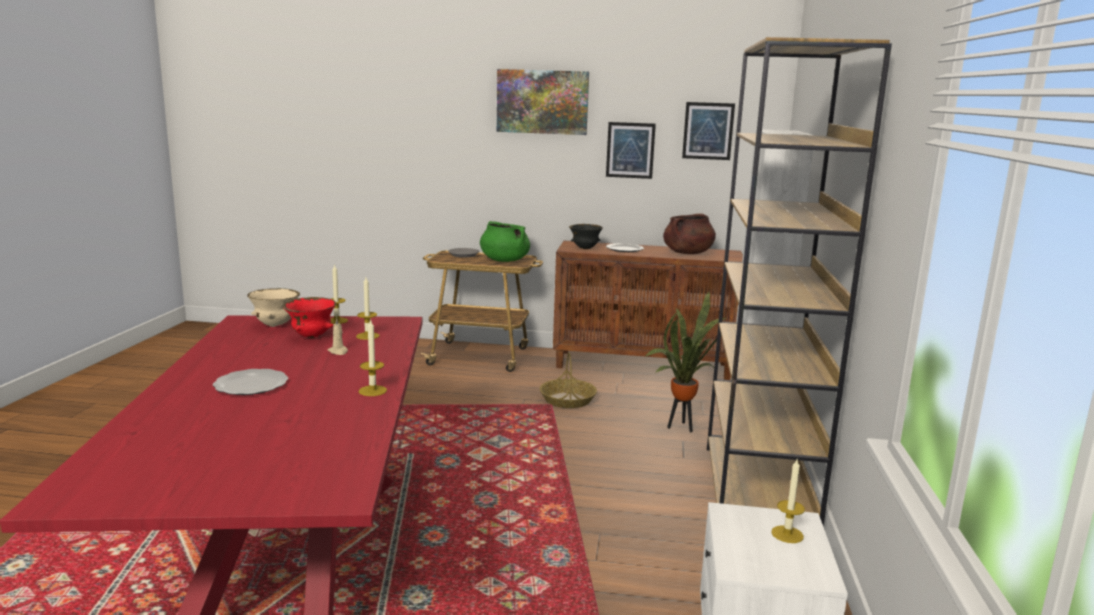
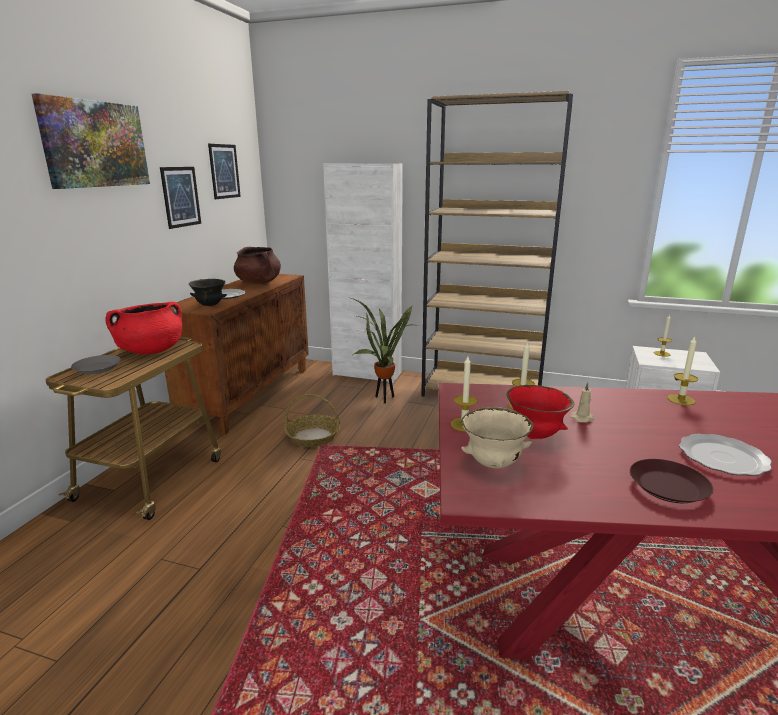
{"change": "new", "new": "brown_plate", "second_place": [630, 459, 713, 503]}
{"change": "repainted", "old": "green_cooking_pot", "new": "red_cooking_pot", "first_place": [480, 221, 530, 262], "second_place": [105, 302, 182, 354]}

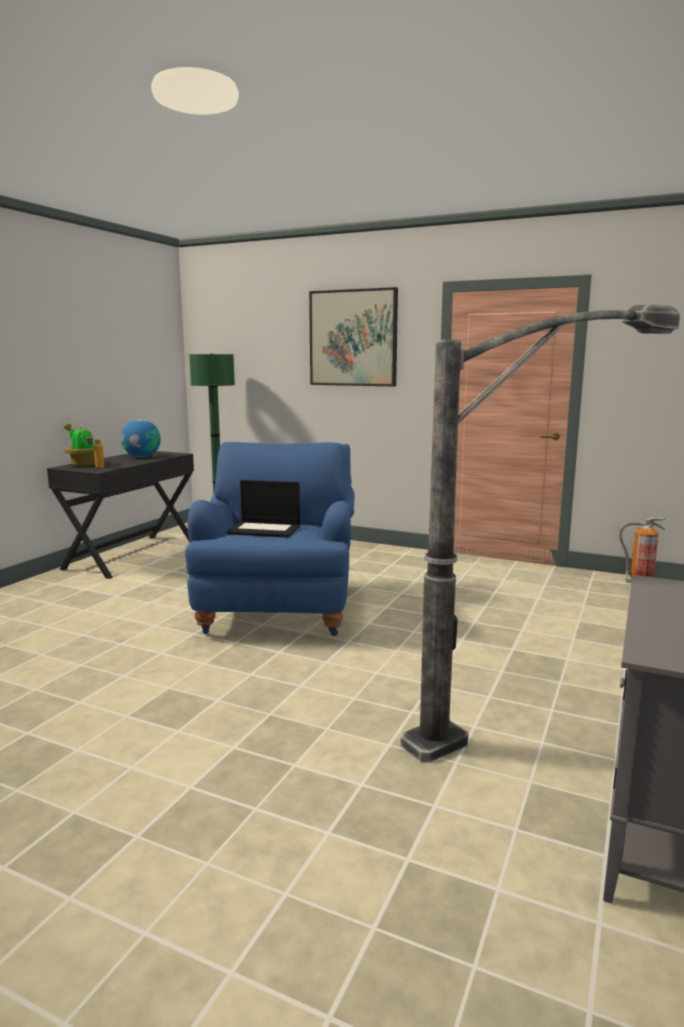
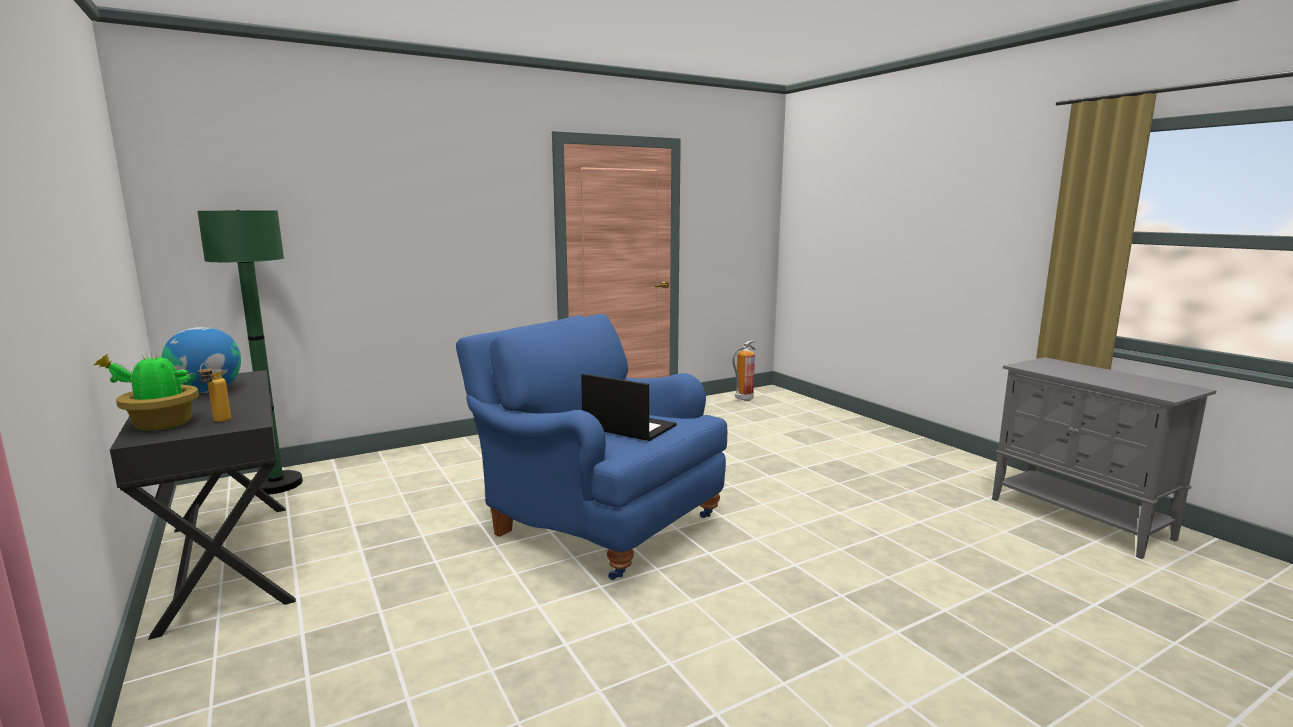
{"change": "gone", "old": "picture", "first_place": [309, 287, 398, 386]}
{"change": "gone", "old": "floor_lamp", "first_place": [400, 304, 680, 762]}
{"change": "rotated", "old": "laptop", "first_place": [226, 480, 300, 538], "second_place": [581, 374, 676, 441], "degrees": -105}

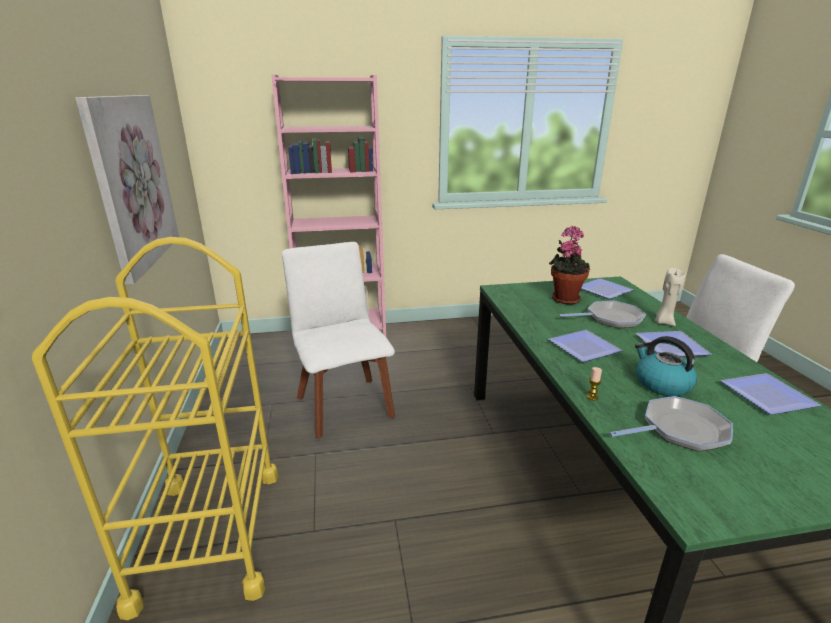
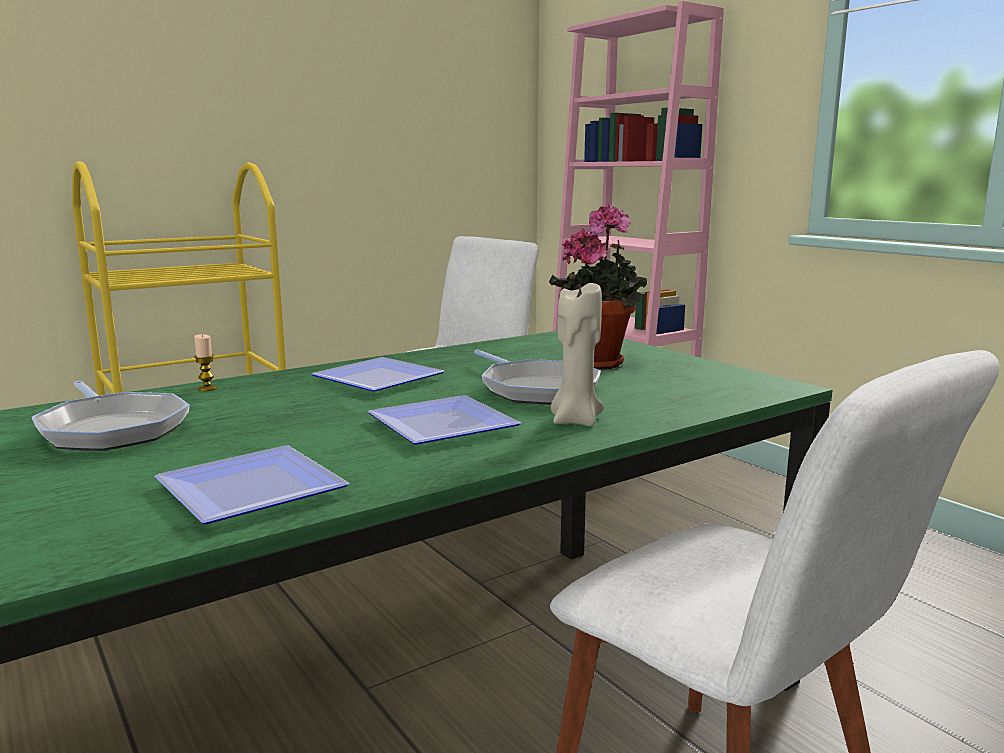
{"change": "gone", "old": "picture", "first_place": [76, 95, 179, 285]}
{"change": "gone", "old": "plate", "first_place": [581, 278, 633, 299]}
{"change": "gone", "old": "kettle", "first_place": [635, 336, 697, 396]}

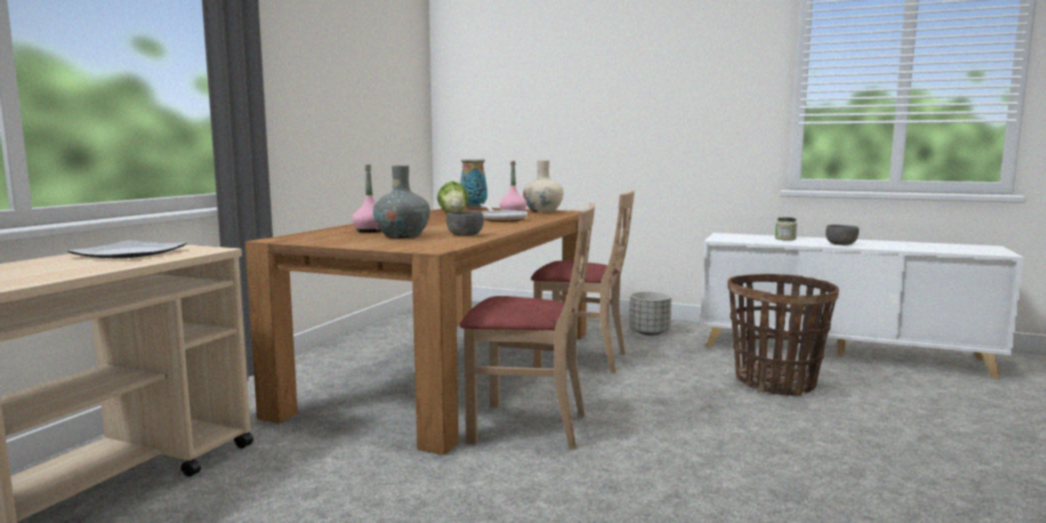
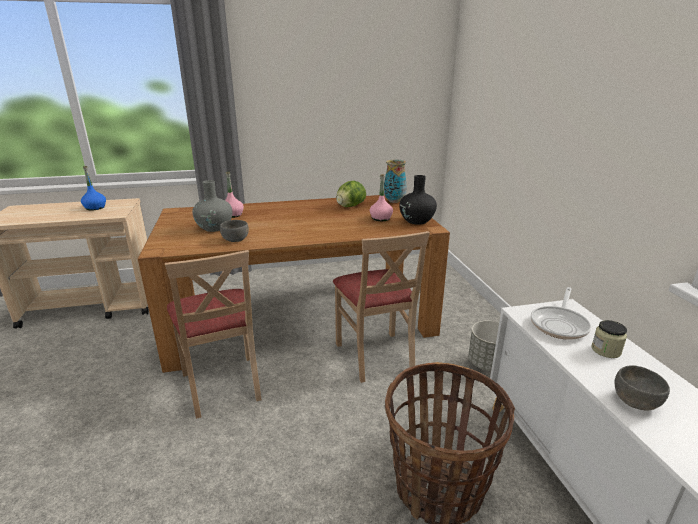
{"change": "shifted", "old": "frying_pan", "first_place": [480, 204, 528, 222], "second_place": [531, 287, 591, 340]}
{"change": "swapped", "old": "plate", "new": "blue_bottle", "first_place": [67, 240, 187, 258], "second_place": [81, 166, 106, 210]}
{"change": "repainted", "old": "beige_vase", "new": "black_vase", "first_place": [523, 160, 564, 212], "second_place": [399, 175, 437, 225]}

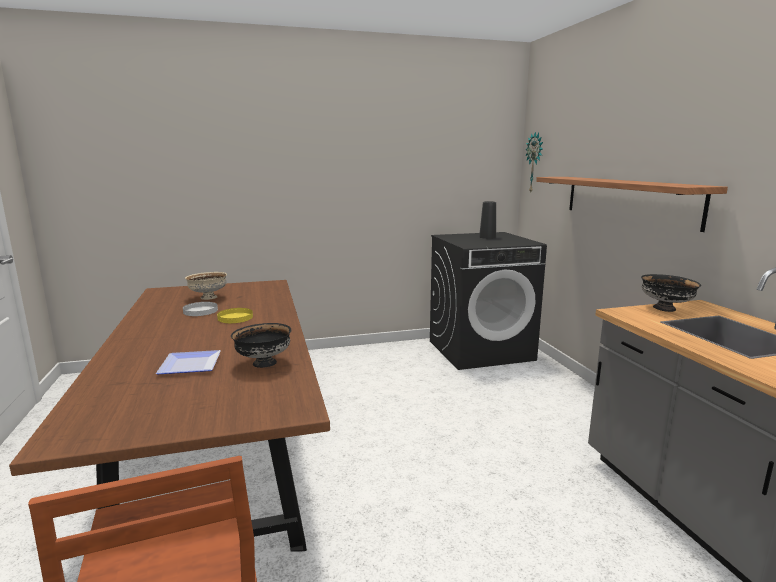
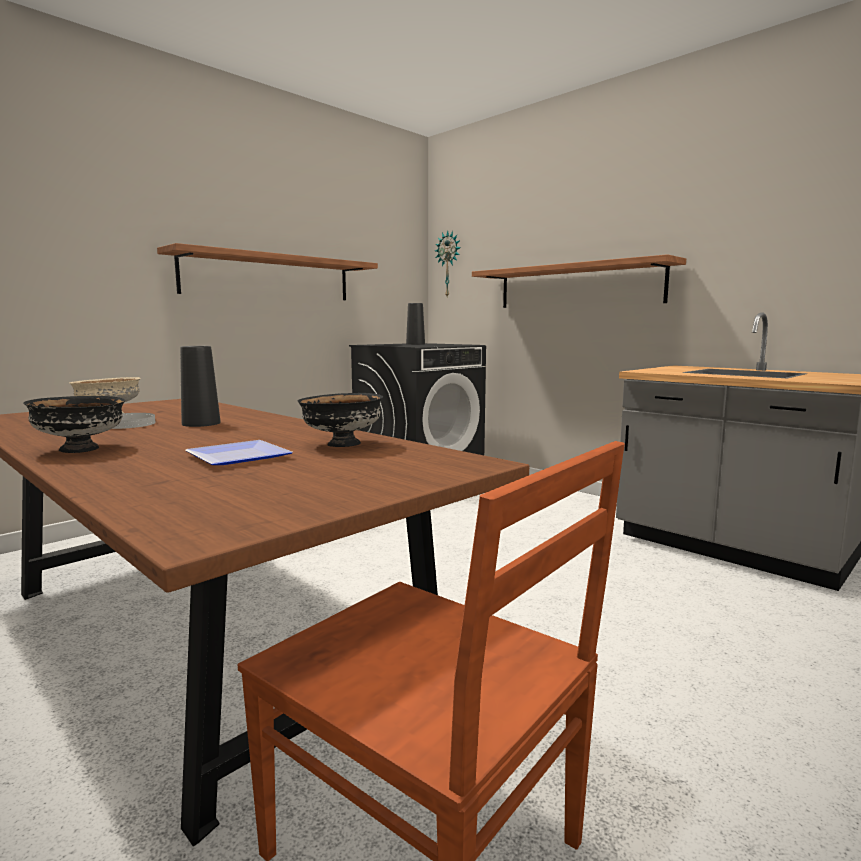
{"change": "new", "new": "shelf", "second_place": [157, 243, 378, 300]}
{"change": "shifted", "old": "black_bowl", "first_place": [641, 274, 701, 312], "second_place": [23, 396, 125, 453]}
{"change": "swapped", "old": "yellow_plate", "new": "black_vase", "first_place": [217, 308, 253, 323], "second_place": [180, 346, 221, 427]}

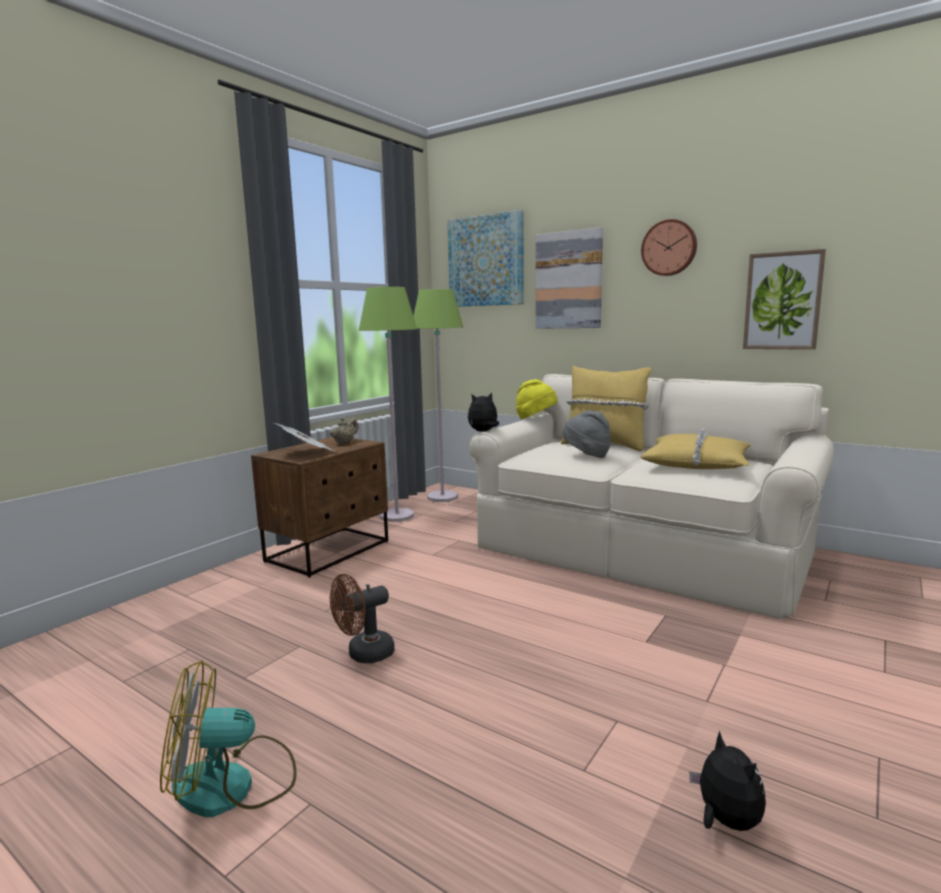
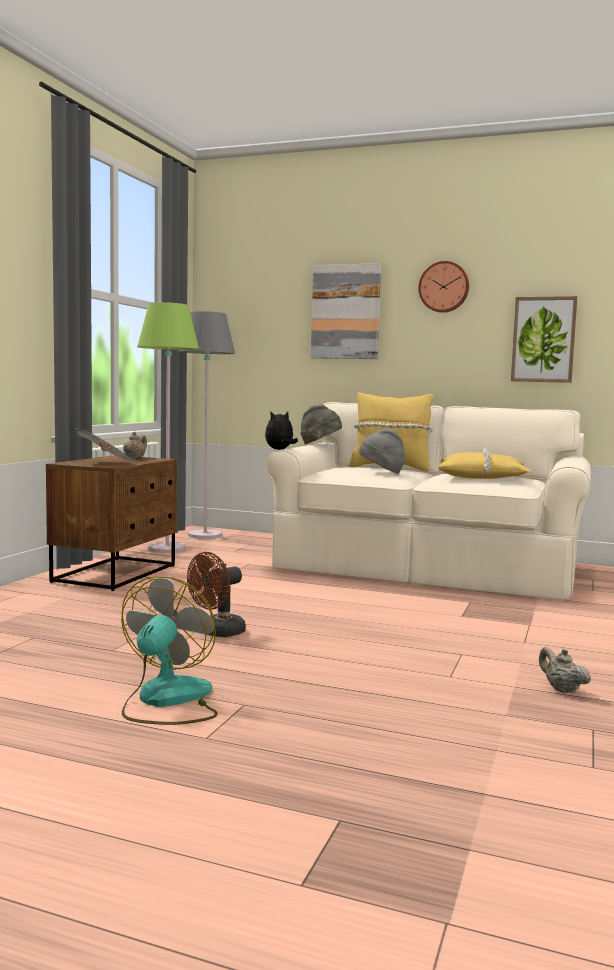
{"change": "gone", "old": "picture", "first_place": [447, 210, 524, 307]}
{"change": "swapped", "old": "plush_toy", "new": "beige_teapot", "first_place": [689, 730, 766, 831], "second_place": [539, 647, 591, 693]}
{"change": "repainted", "old": "green_floor_lamp", "new": "grey_floor_lamp", "first_place": [413, 289, 463, 502], "second_place": [179, 311, 235, 539]}
{"change": "repainted", "old": "yellow_hat", "new": "grey_hat", "first_place": [516, 379, 558, 419], "second_place": [300, 404, 342, 444]}
{"change": "rotated", "old": "fan", "first_place": [160, 661, 297, 817], "second_place": [121, 576, 218, 725], "degrees": 135}

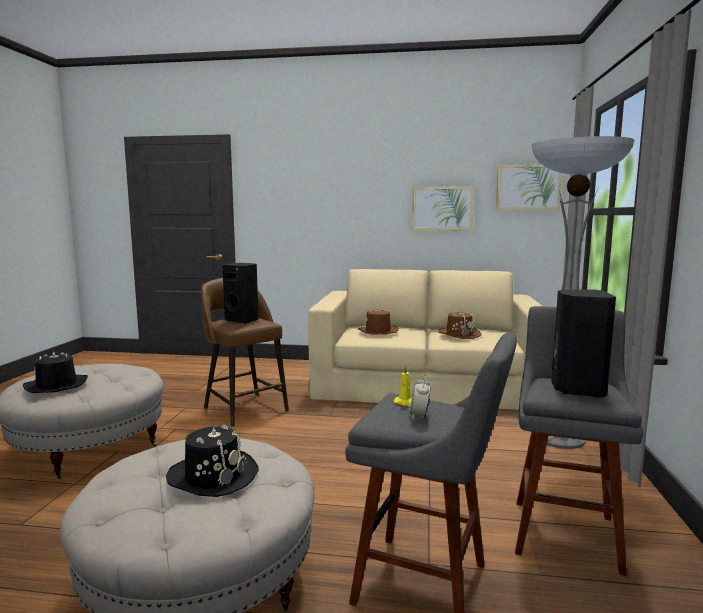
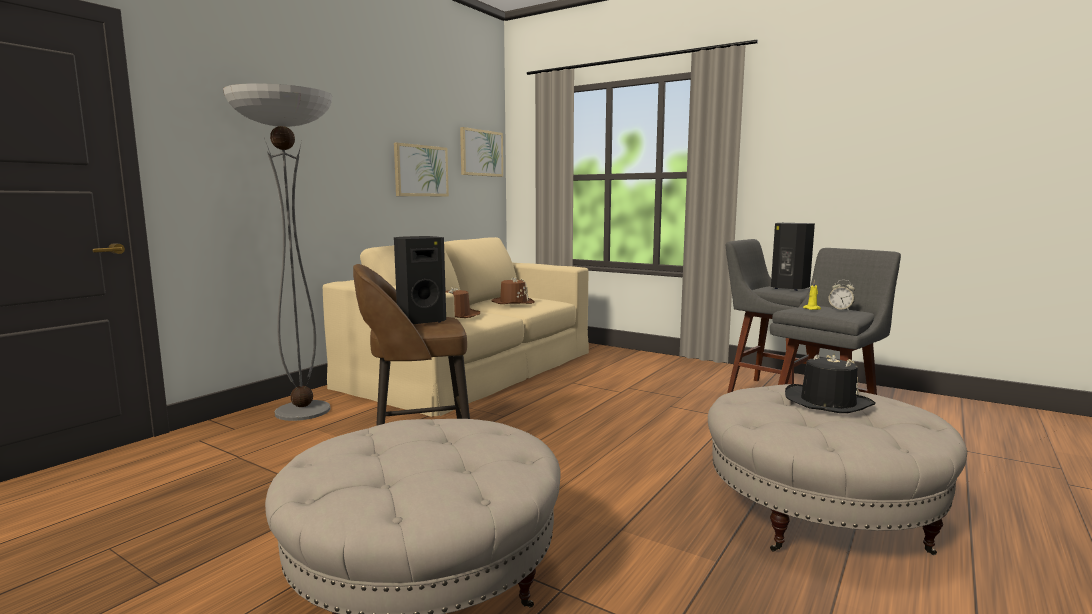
{"change": "gone", "old": "black_hat", "first_place": [23, 351, 88, 393]}
{"change": "shifted", "old": "floor_lamp", "first_place": [532, 136, 634, 449], "second_place": [223, 83, 332, 421]}

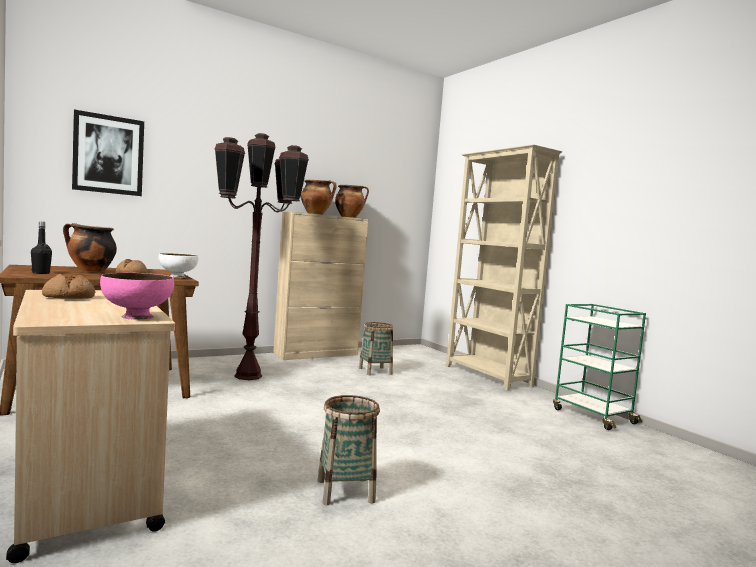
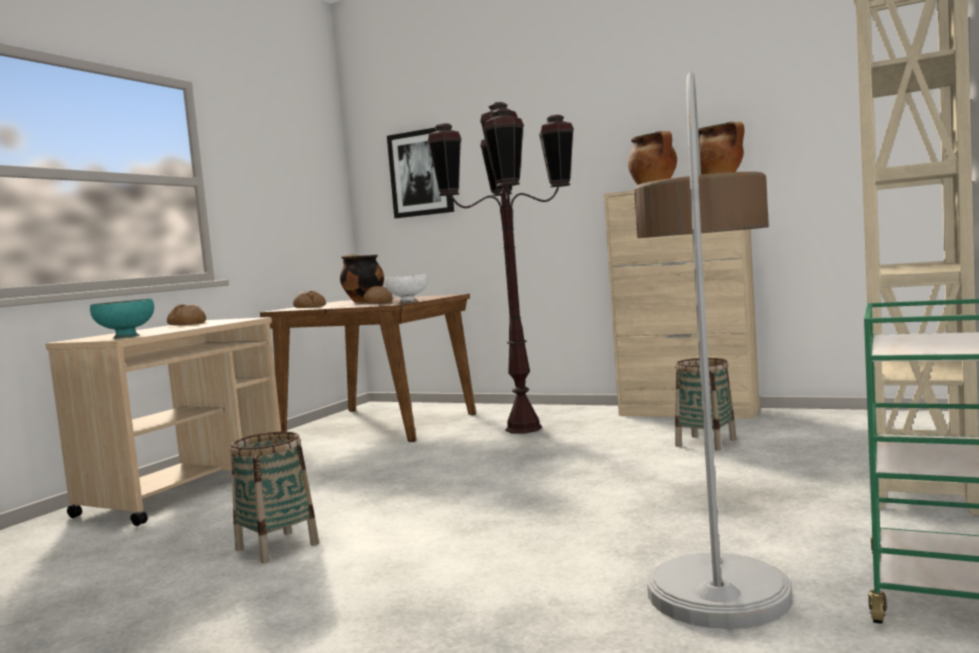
{"change": "new", "new": "floor_lamp", "second_place": [634, 71, 793, 629]}
{"change": "swapped", "old": "black_bottle", "new": "bread", "first_place": [31, 221, 52, 274], "second_place": [293, 290, 326, 308]}
{"change": "repainted", "old": "pink_bowl", "new": "turquoise_bowl", "first_place": [100, 273, 174, 320], "second_place": [90, 299, 154, 339]}

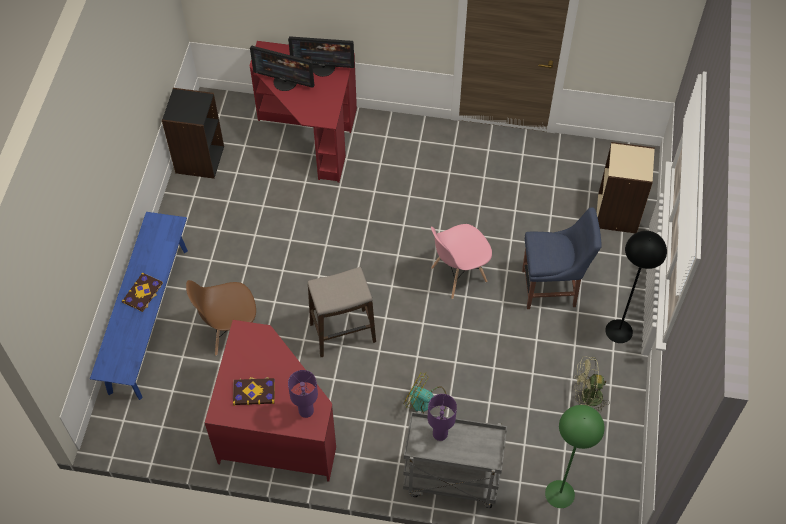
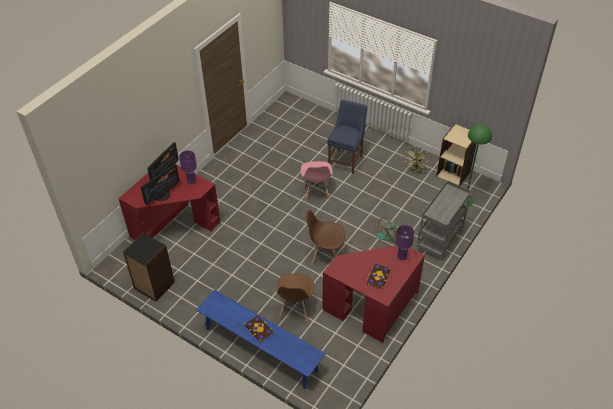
{"change": "gone", "old": "black_floor_lamp", "first_place": [605, 231, 667, 343]}
{"change": "shifted", "old": "purple_table_lamp", "first_place": [428, 394, 457, 441], "second_place": [179, 151, 197, 184]}
{"change": "shifted", "old": "beige_bookcase", "first_place": [597, 142, 655, 233], "second_place": [436, 124, 477, 185]}
{"change": "swapped", "old": "stool", "new": "brown_chair", "first_place": [308, 267, 376, 357], "second_place": [306, 210, 345, 265]}

